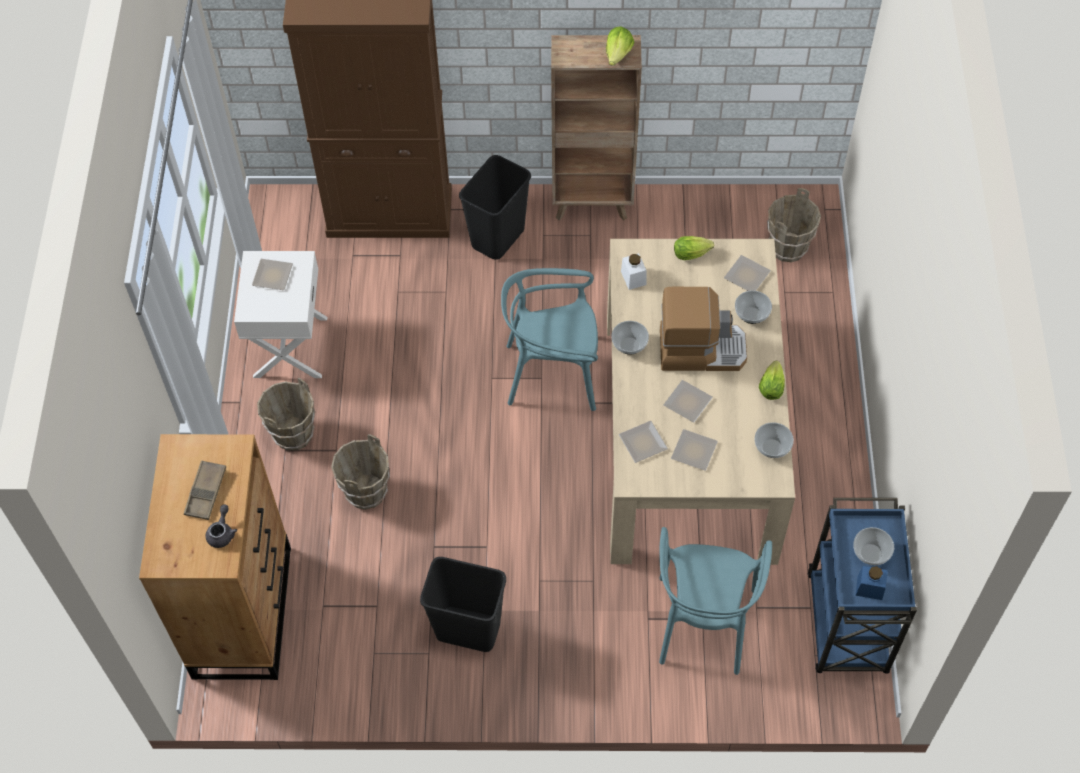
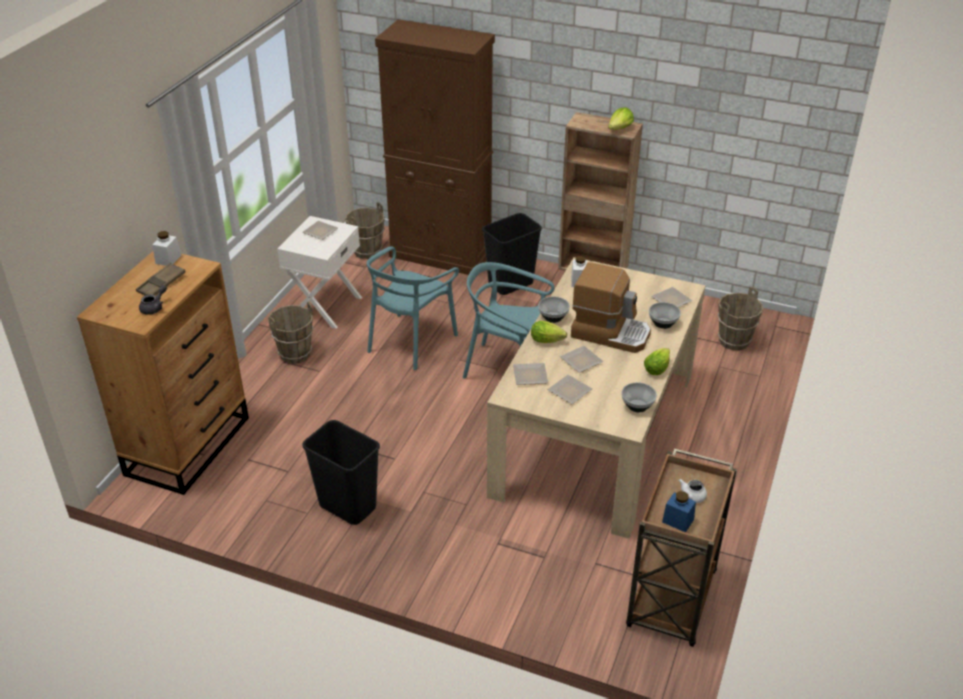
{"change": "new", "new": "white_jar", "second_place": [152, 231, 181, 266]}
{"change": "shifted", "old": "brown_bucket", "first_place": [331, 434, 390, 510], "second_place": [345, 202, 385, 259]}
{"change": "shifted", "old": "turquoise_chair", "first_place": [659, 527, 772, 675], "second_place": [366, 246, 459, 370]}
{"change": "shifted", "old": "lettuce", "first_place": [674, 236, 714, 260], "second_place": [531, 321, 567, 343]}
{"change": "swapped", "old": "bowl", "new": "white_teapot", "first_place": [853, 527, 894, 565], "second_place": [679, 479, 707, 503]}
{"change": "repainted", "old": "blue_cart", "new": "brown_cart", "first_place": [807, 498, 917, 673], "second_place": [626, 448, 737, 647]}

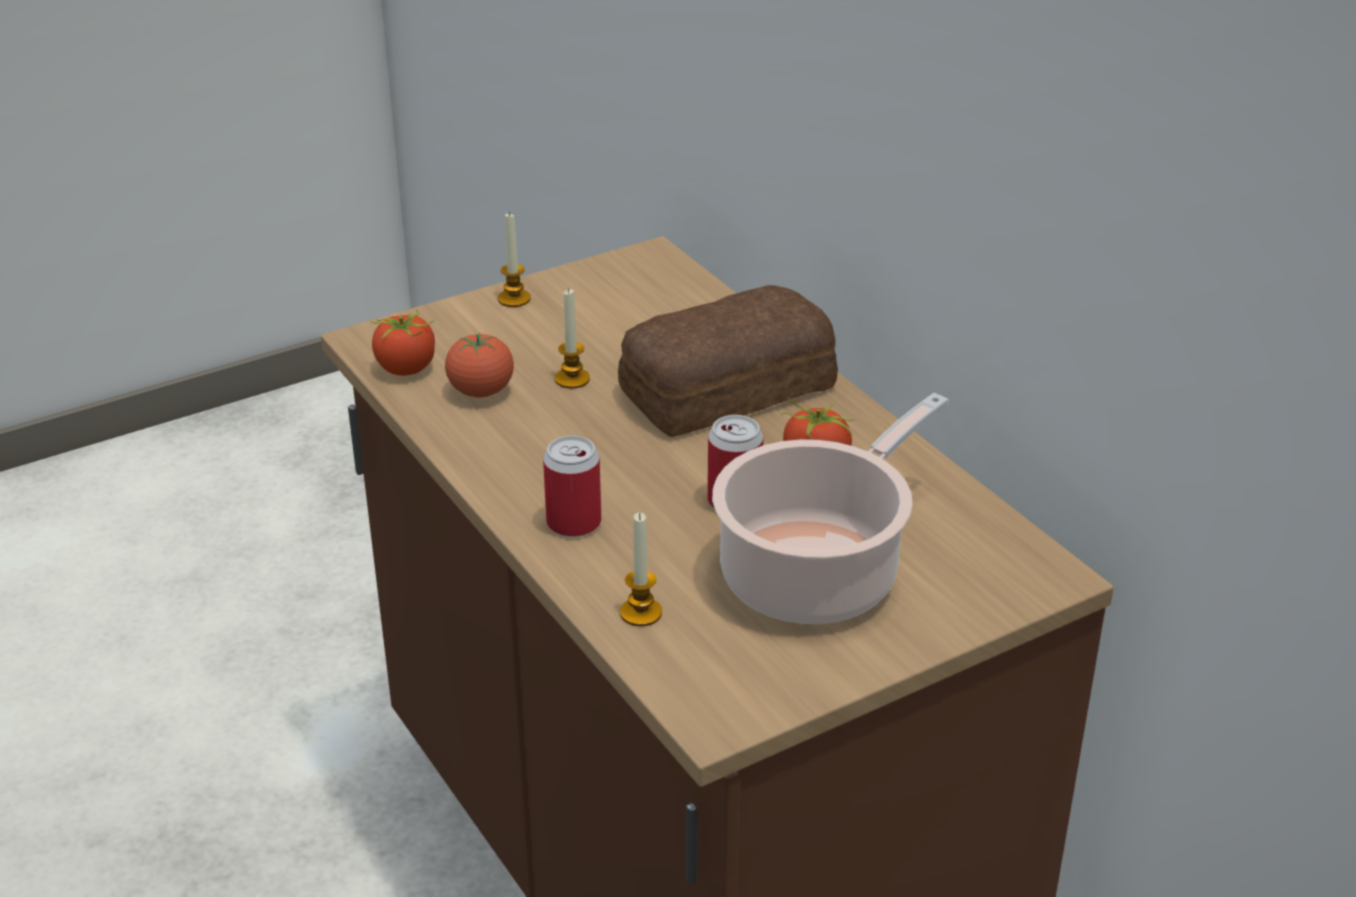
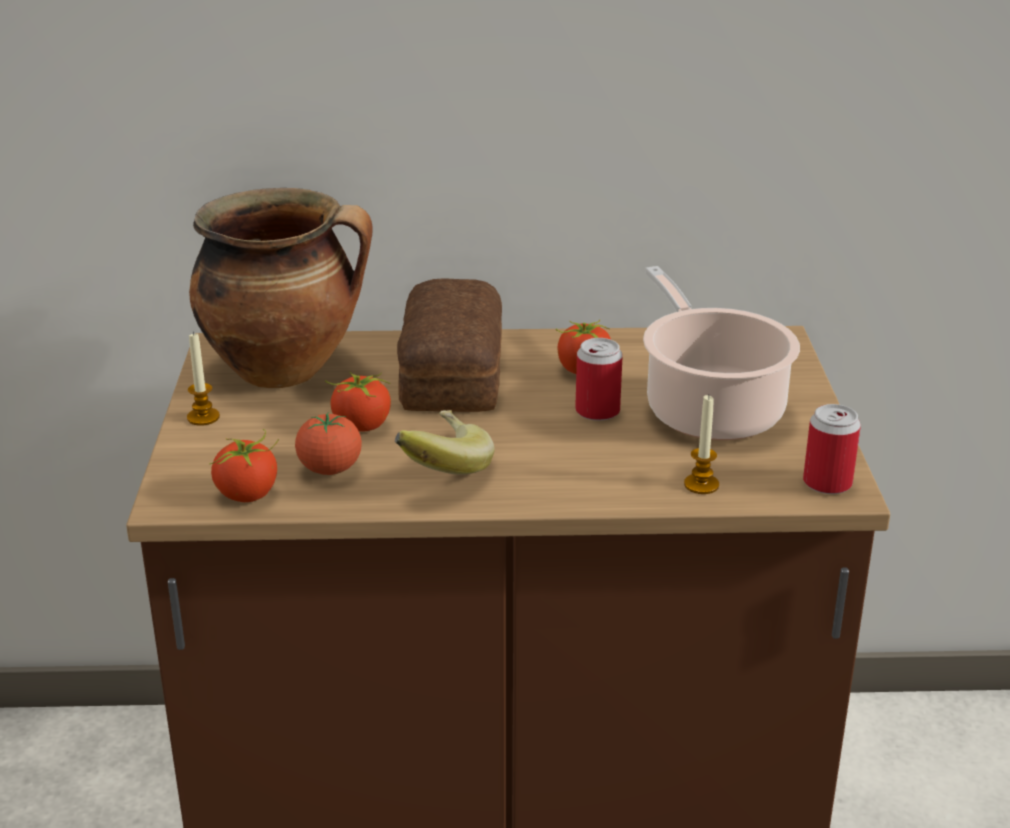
{"change": "new", "new": "cooking_pot", "second_place": [189, 188, 373, 388]}
{"change": "new", "new": "banana", "second_place": [395, 410, 495, 475]}
{"change": "shifted", "old": "can", "first_place": [543, 436, 601, 537], "second_place": [803, 404, 861, 494]}
{"change": "swapped", "old": "candle", "new": "tomato", "first_place": [555, 288, 590, 389], "second_place": [325, 372, 391, 432]}

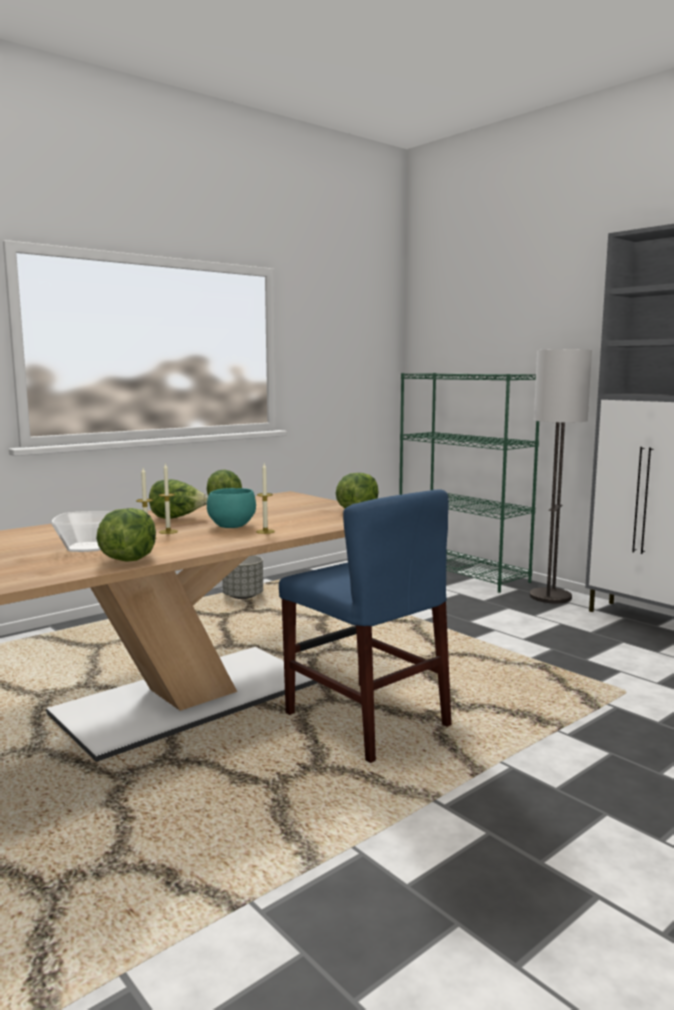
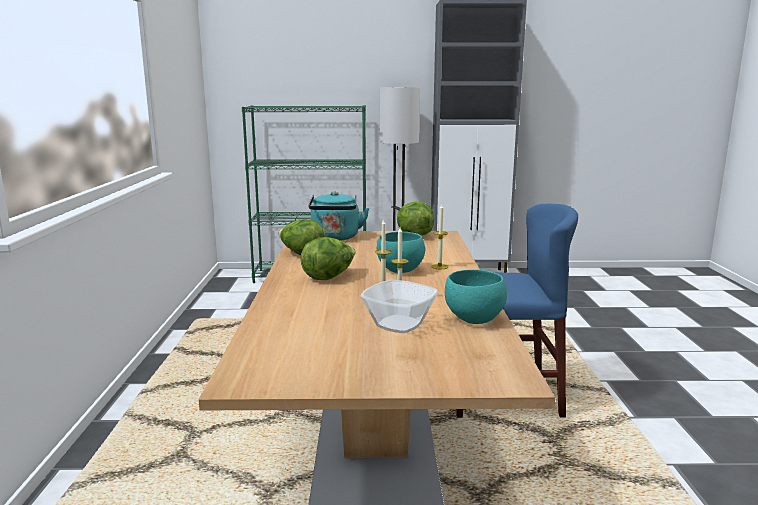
{"change": "gone", "old": "grey_planter", "first_place": [222, 555, 263, 599]}
{"change": "new", "new": "turquoise_kettle", "second_place": [309, 191, 369, 241]}
{"change": "swapped", "old": "lettuce", "new": "turquoise_bowl", "first_place": [96, 508, 156, 562], "second_place": [445, 269, 507, 324]}

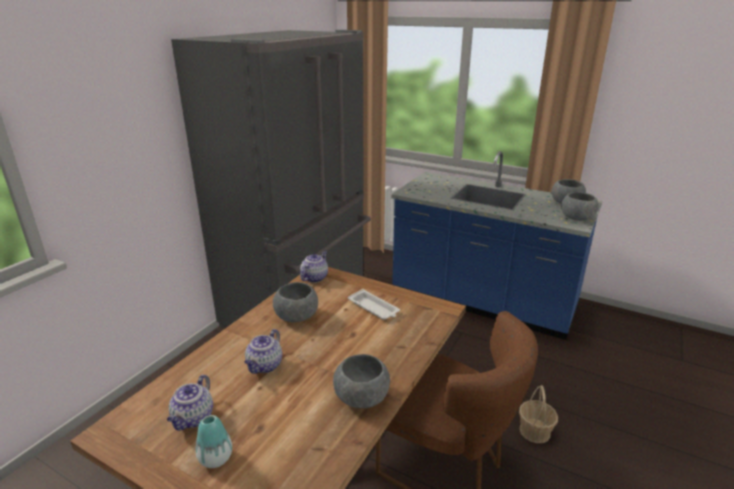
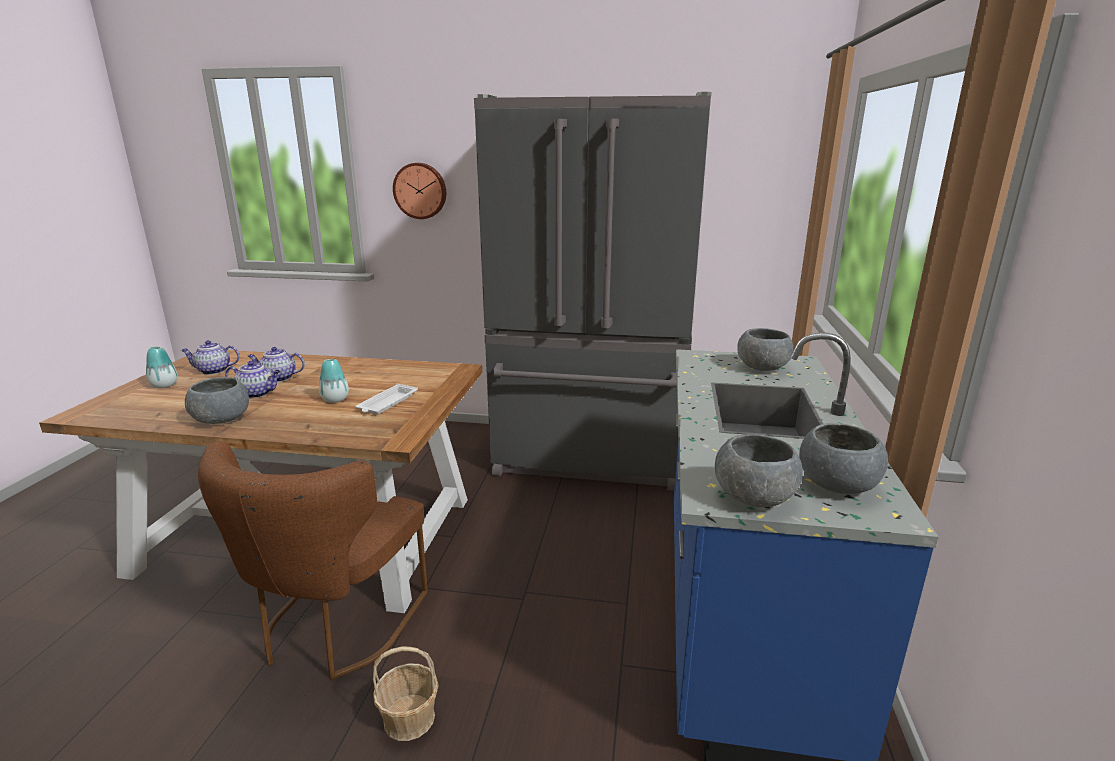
{"change": "new", "new": "vase", "second_place": [319, 359, 349, 403]}
{"change": "new", "new": "wall_clock", "second_place": [393, 163, 446, 219]}
{"change": "shifted", "old": "grey_bowl", "first_place": [273, 282, 318, 322], "second_place": [737, 328, 793, 371]}
{"change": "shifted", "old": "teapot", "first_place": [300, 251, 328, 283], "second_place": [225, 361, 280, 398]}

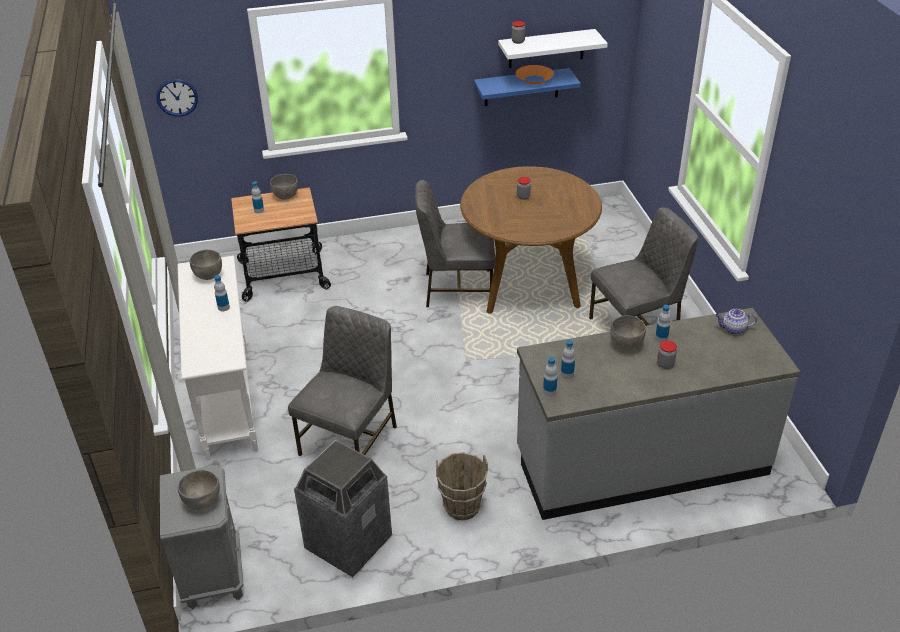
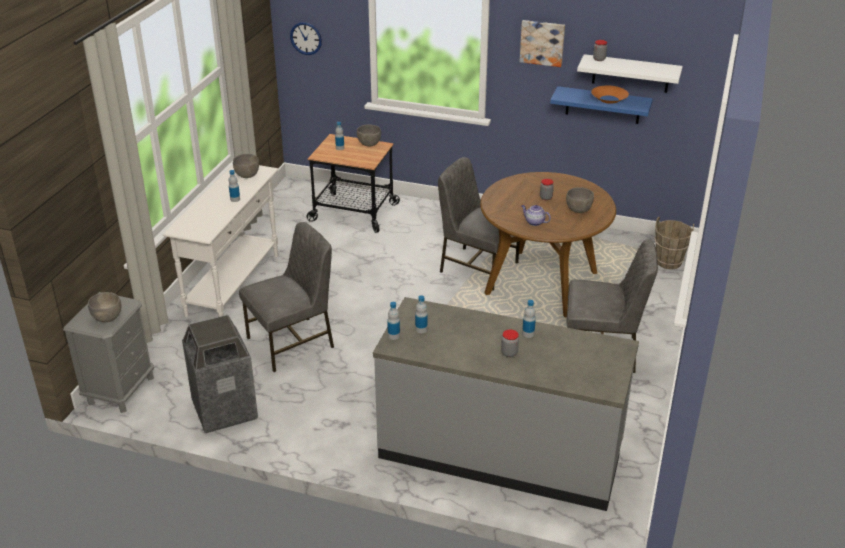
{"change": "new", "new": "picture", "second_place": [520, 20, 565, 67]}
{"change": "shifted", "old": "brown_bucket", "first_place": [436, 452, 488, 520], "second_place": [654, 217, 694, 269]}
{"change": "shifted", "old": "grey_bowl", "first_place": [610, 315, 646, 350], "second_place": [566, 187, 594, 213]}
{"change": "shifted", "old": "teapot", "first_place": [715, 309, 757, 335], "second_place": [521, 205, 551, 226]}

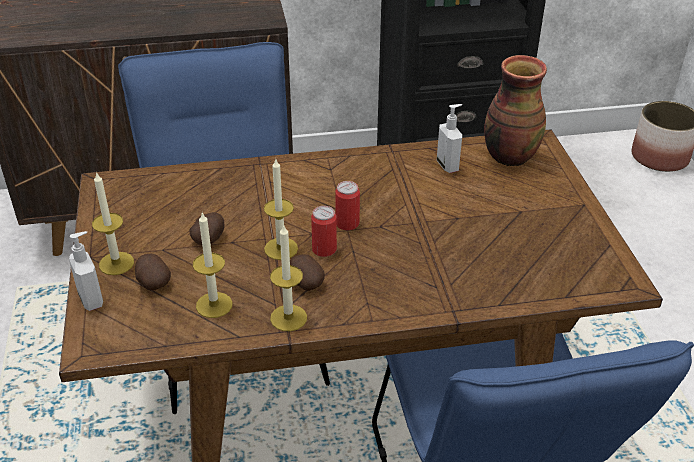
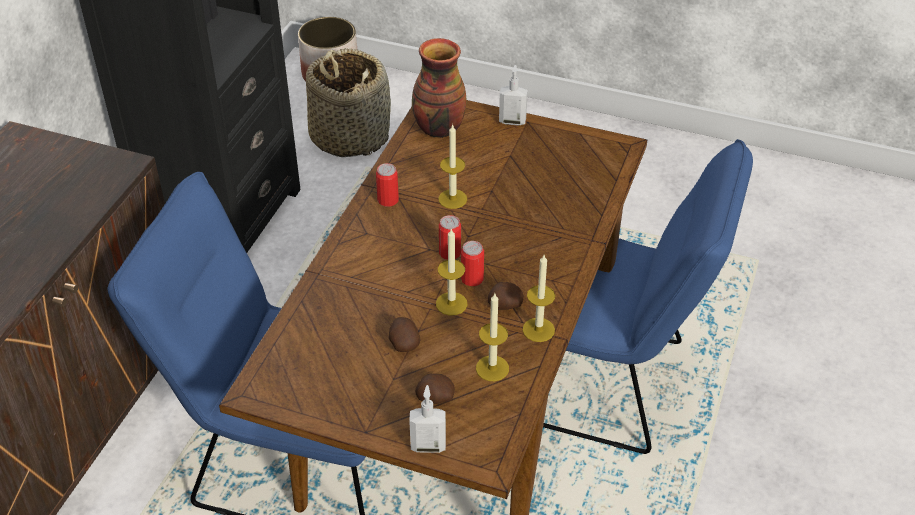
{"change": "new", "new": "basket", "second_place": [306, 48, 391, 157]}
{"change": "new", "new": "can", "second_place": [376, 163, 399, 207]}
{"change": "shifted", "old": "candle", "first_place": [92, 172, 134, 275], "second_place": [438, 124, 467, 209]}
{"change": "shifted", "old": "soap_dispenser", "first_place": [437, 104, 462, 173], "second_place": [499, 65, 528, 126]}

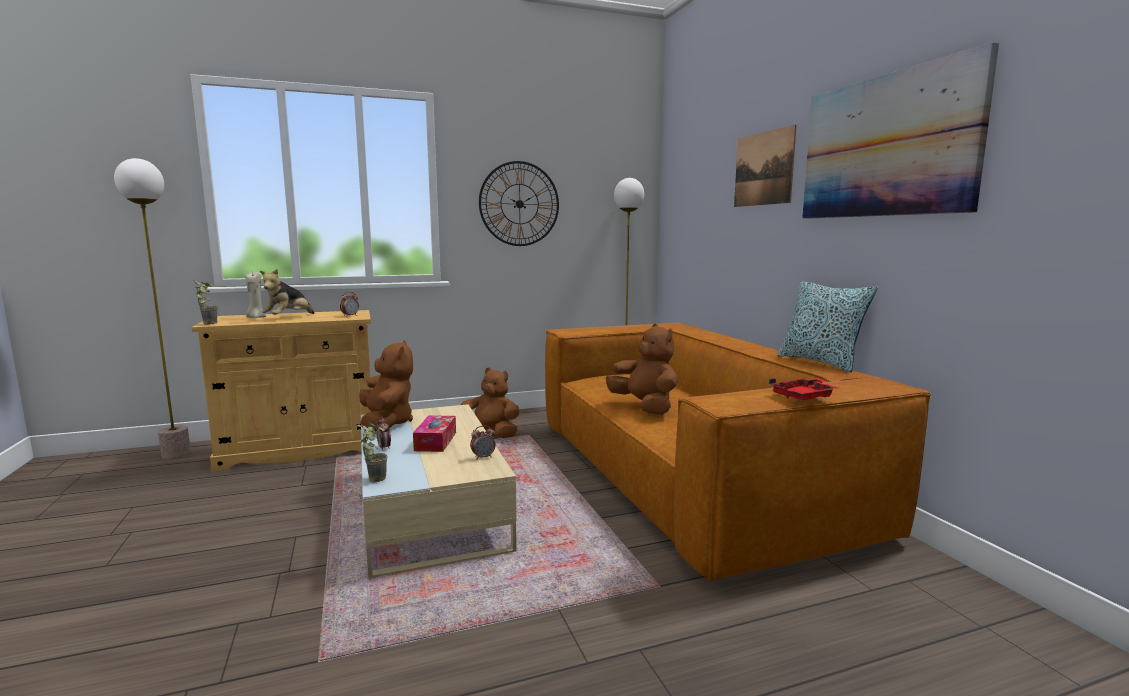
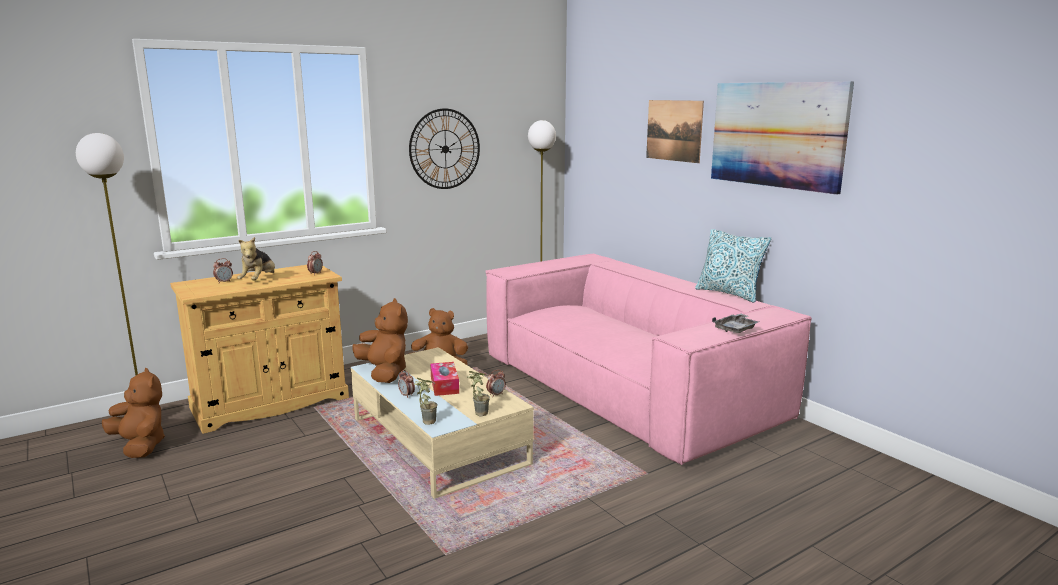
{"change": "shifted", "old": "potted_plant", "first_place": [193, 280, 218, 325], "second_place": [467, 371, 490, 417]}
{"change": "shifted", "old": "brown_plush_toy", "first_place": [606, 324, 678, 415], "second_place": [102, 368, 165, 458]}
{"change": "swapped", "old": "beige_candle", "new": "alarm_clock", "first_place": [245, 272, 266, 318], "second_place": [213, 258, 233, 283]}
{"change": "repainted", "old": "brown_sofa", "new": "pink_sofa", "first_place": [545, 323, 931, 582], "second_place": [485, 254, 812, 465]}
{"change": "repainted", "old": "red_tray", "new": "grey_tray", "first_place": [769, 378, 839, 400], "second_place": [712, 314, 759, 333]}

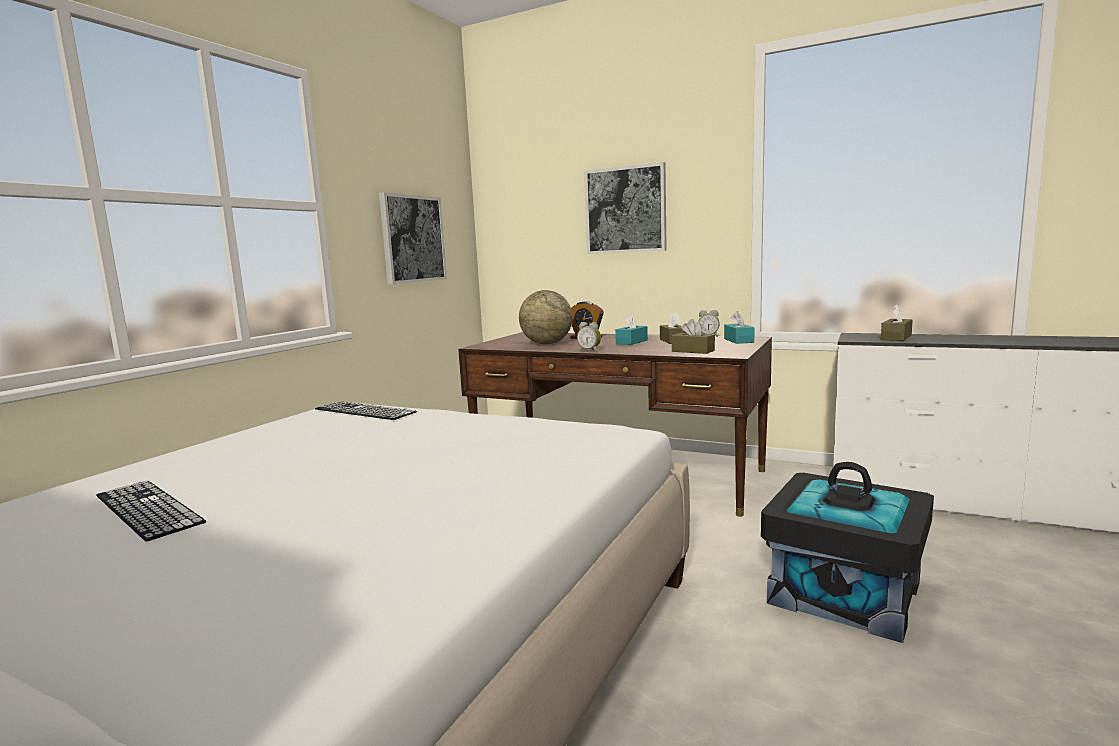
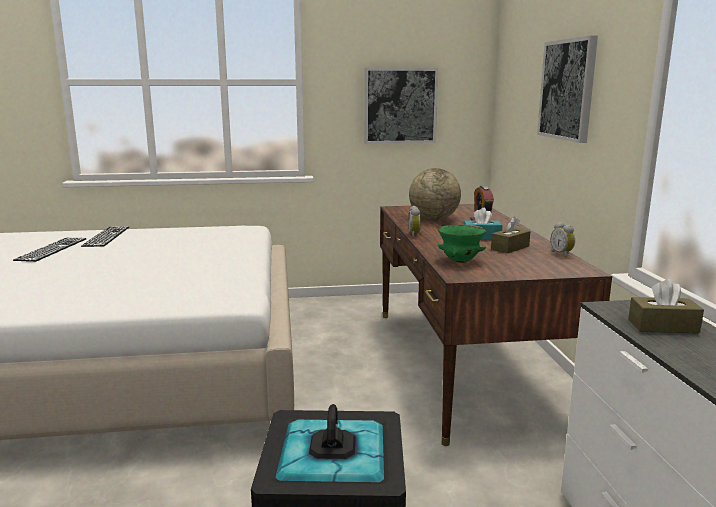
{"change": "gone", "old": "turquoise_tissue_box", "first_place": [724, 311, 755, 344]}
{"change": "shifted", "old": "keyboard", "first_place": [315, 401, 417, 420], "second_place": [81, 226, 129, 247]}
{"change": "swapped", "old": "brown_tissue_box", "new": "green_bowl", "first_place": [672, 319, 715, 354], "second_place": [438, 224, 486, 263]}

